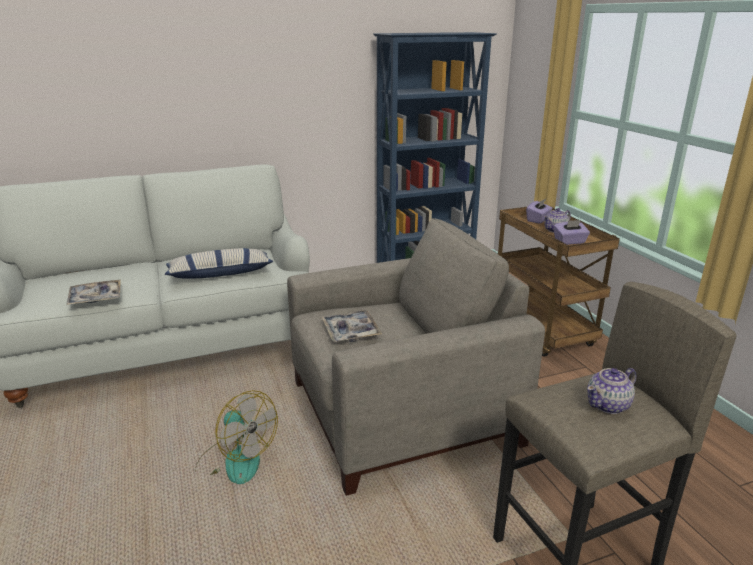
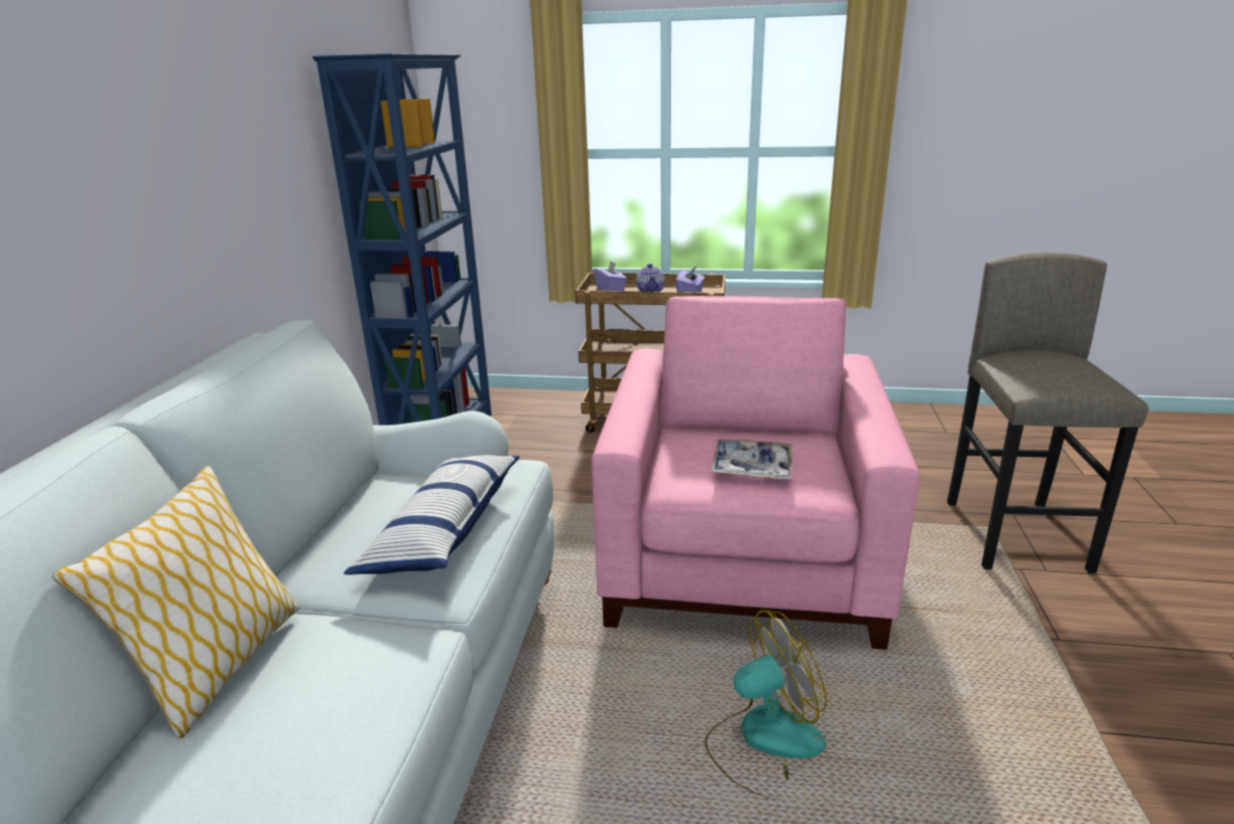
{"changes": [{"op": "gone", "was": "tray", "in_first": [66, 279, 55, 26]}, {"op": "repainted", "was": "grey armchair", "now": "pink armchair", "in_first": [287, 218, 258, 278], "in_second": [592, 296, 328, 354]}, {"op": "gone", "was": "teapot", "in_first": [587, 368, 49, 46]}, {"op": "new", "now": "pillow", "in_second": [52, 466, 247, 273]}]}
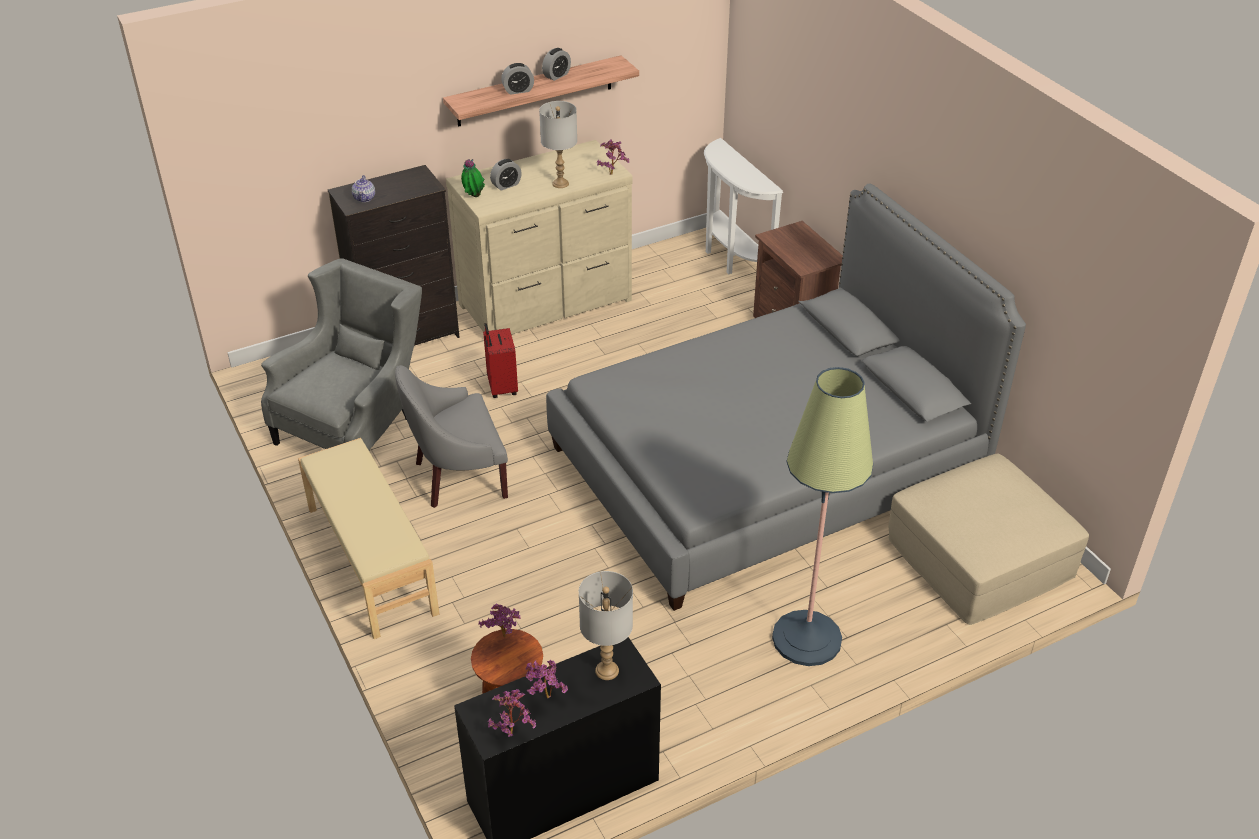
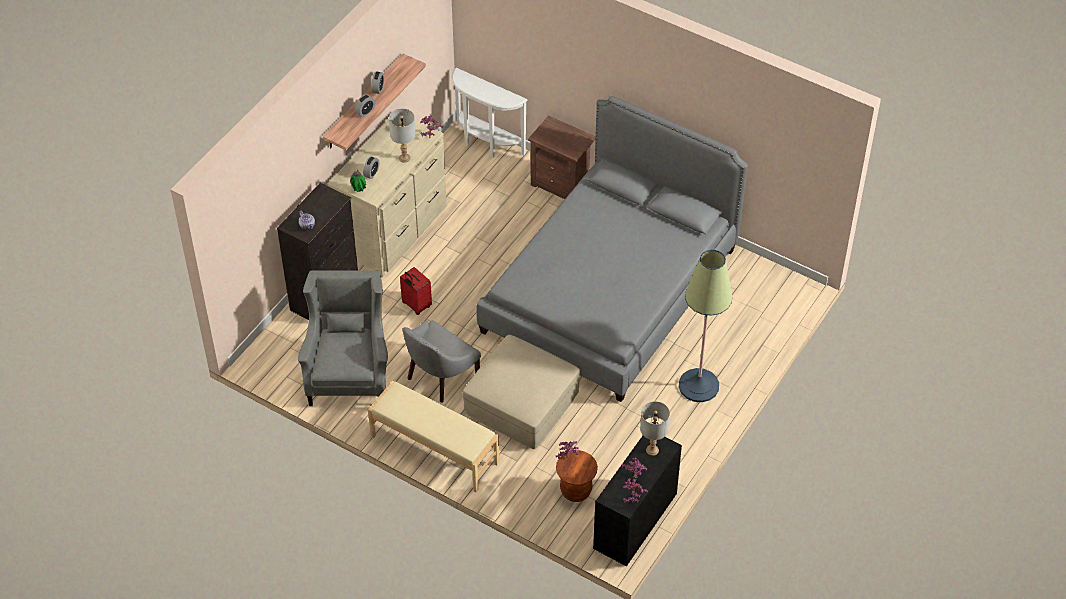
{"changes": [{"op": "shifted", "was": "beige ottoman", "in_first": [888, 454, 201, 171], "in_second": [463, 335, 117, 114]}]}
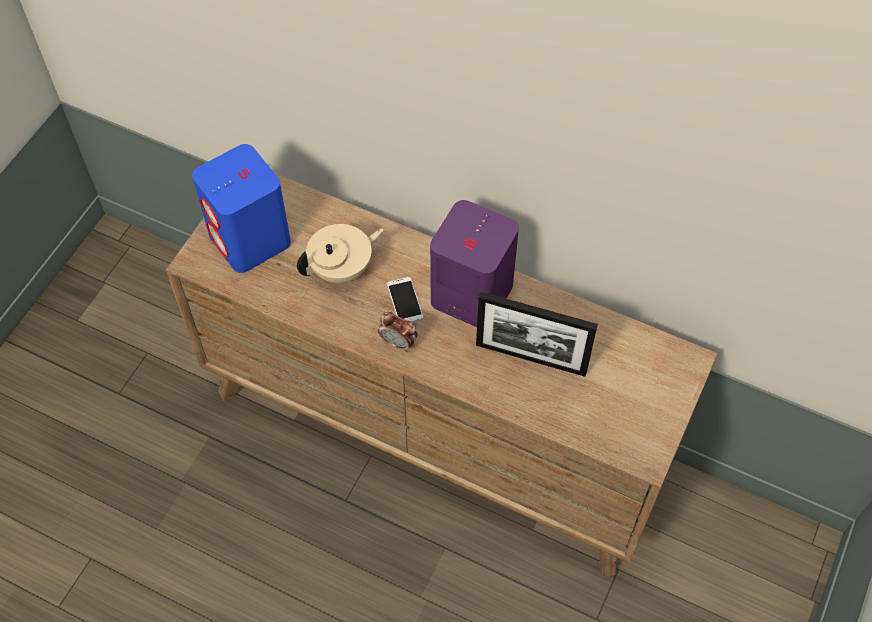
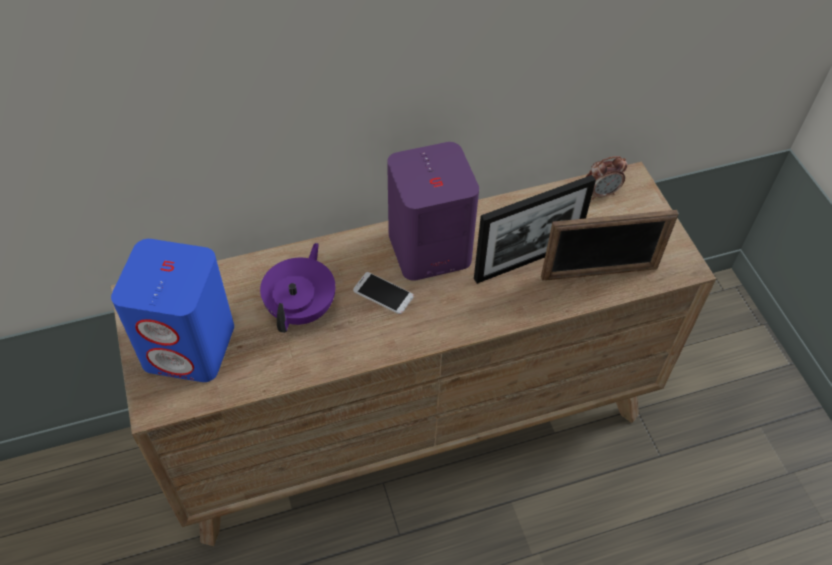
{"changes": [{"op": "repainted", "was": "beige teapot", "now": "purple teapot", "in_first": [297, 224, 87, 59], "in_second": [260, 243, 75, 90]}, {"op": "shifted", "was": "alarm clock", "in_first": [378, 312, 40, 40], "in_second": [586, 156, 41, 43]}, {"op": "new", "now": "picture frame", "in_second": [541, 210, 138, 71]}]}
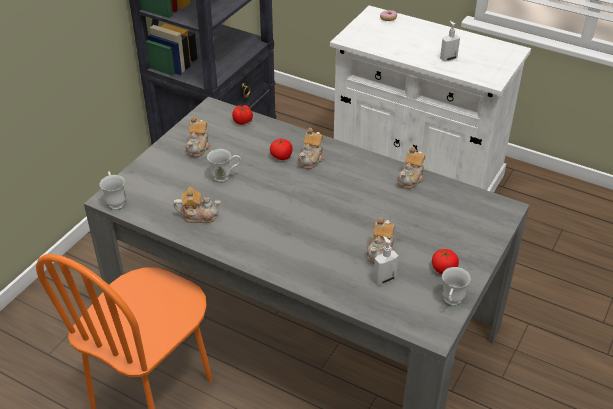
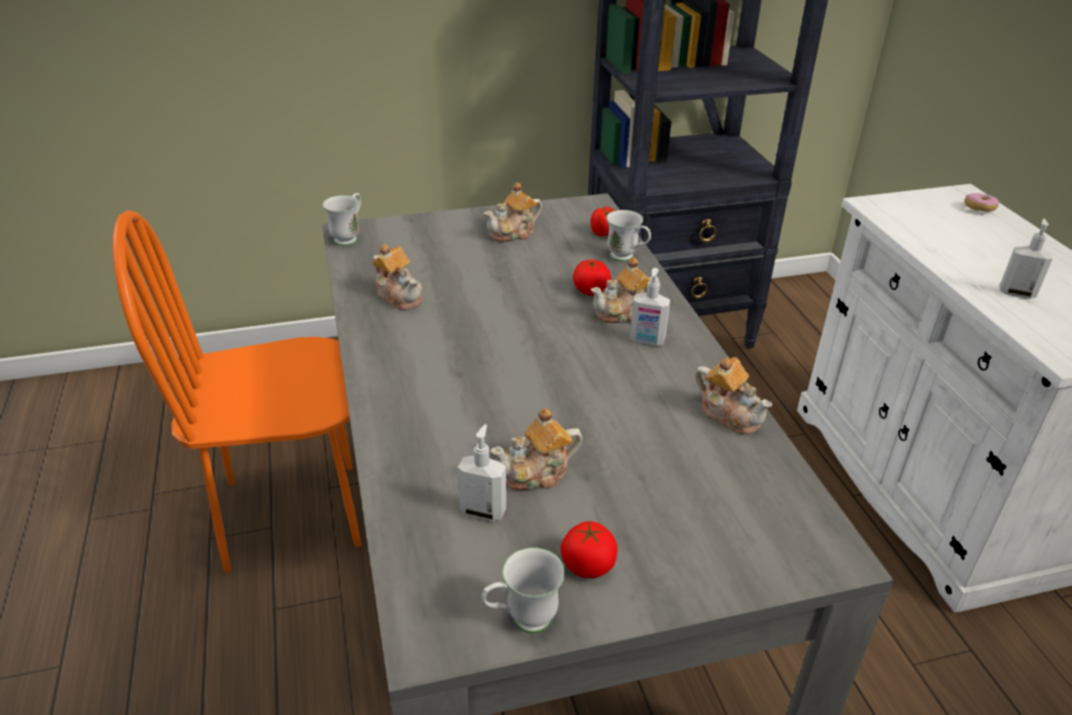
{"changes": [{"op": "shifted", "was": "white mug", "in_first": [207, 149, 34, 34], "in_second": [606, 210, 45, 51]}, {"op": "rotated", "was": "teapot", "in_first": [397, 147, 29, 42], "in_second": [695, 357, 77, 78], "clockwise": -120}, {"op": "new", "now": "soap dispenser", "in_second": [630, 268, 40, 78]}]}
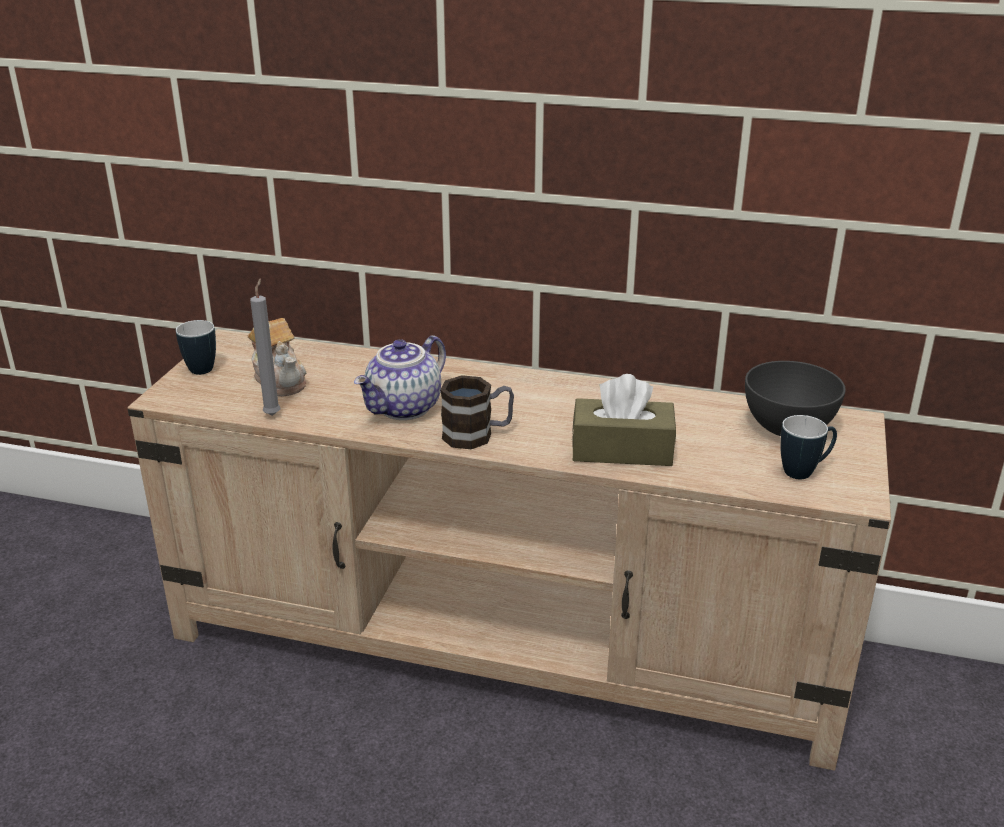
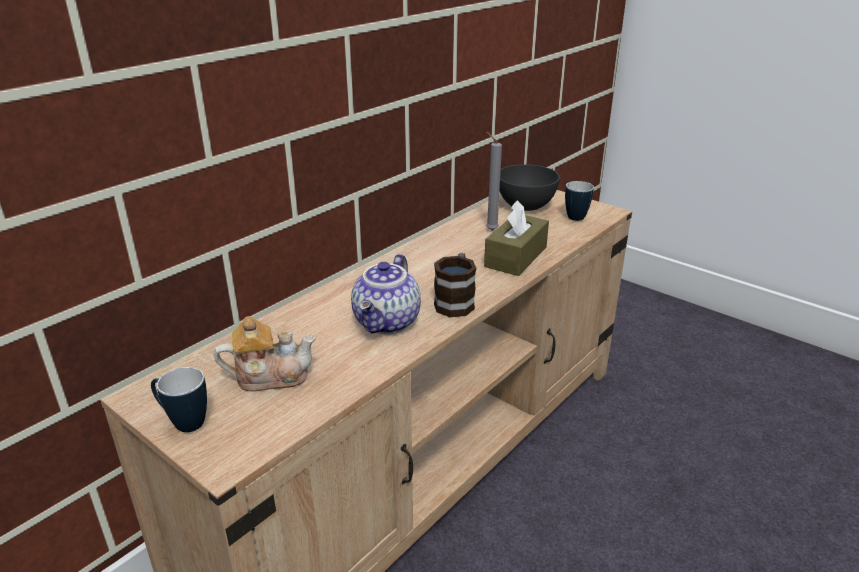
{"changes": [{"op": "shifted", "was": "grey candle", "in_first": [250, 278, 30, 138], "in_second": [486, 132, 16, 99]}, {"op": "rotated", "was": "teapot", "in_first": [354, 335, 92, 85], "in_second": [351, 254, 70, 80], "clockwise": 45}]}
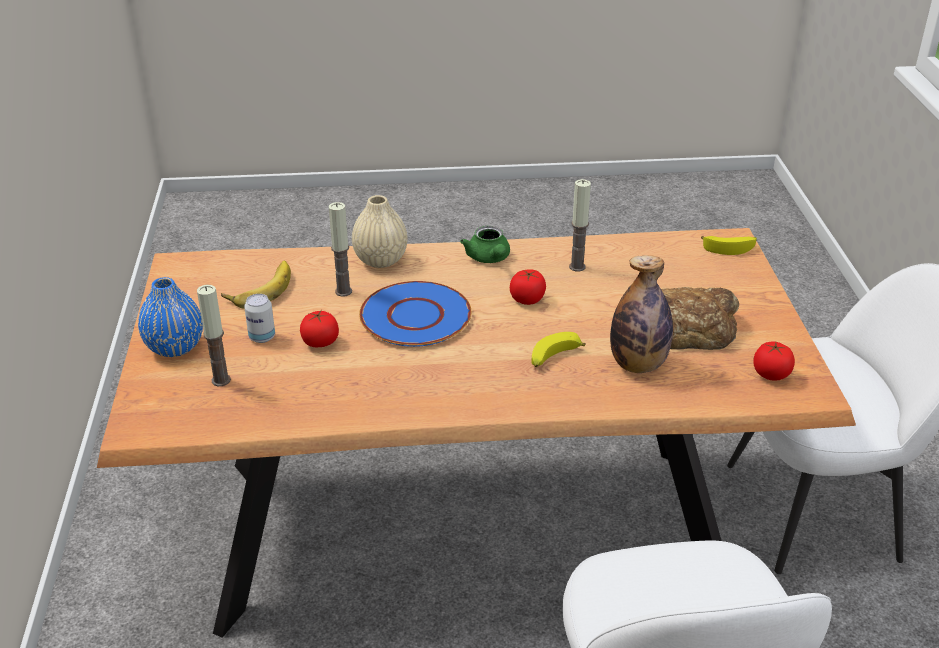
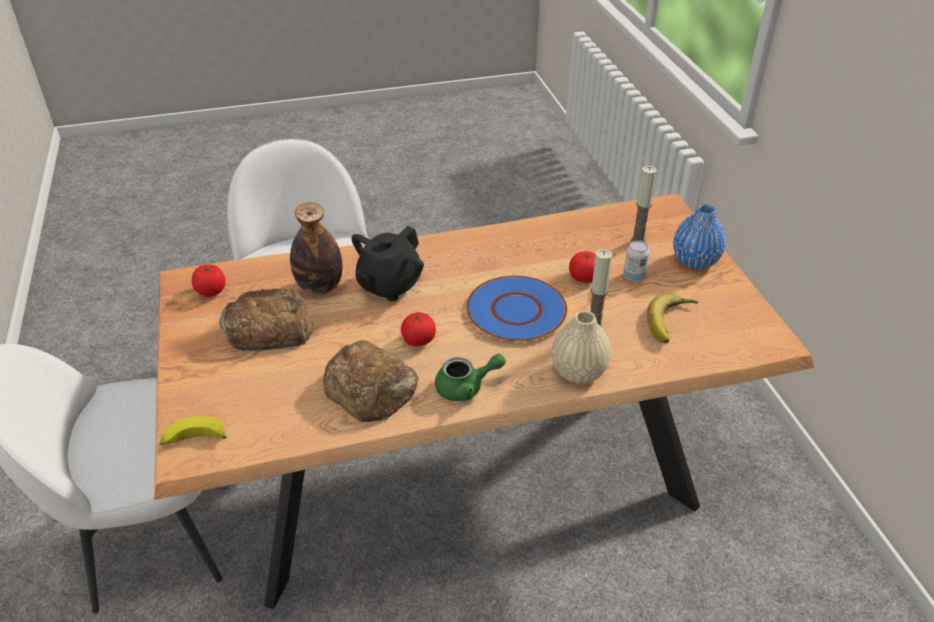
{"changes": [{"op": "rotated", "was": "green teapot", "in_first": [460, 226, 50, 37], "in_second": [435, 354, 71, 47], "clockwise": 105}, {"op": "swapped", "was": "banana", "now": "black teapot", "in_first": [532, 332, 54, 35], "in_second": [352, 226, 72, 75]}, {"op": "swapped", "was": "candle", "now": "bread", "in_first": [569, 179, 22, 92], "in_second": [323, 340, 95, 82]}]}
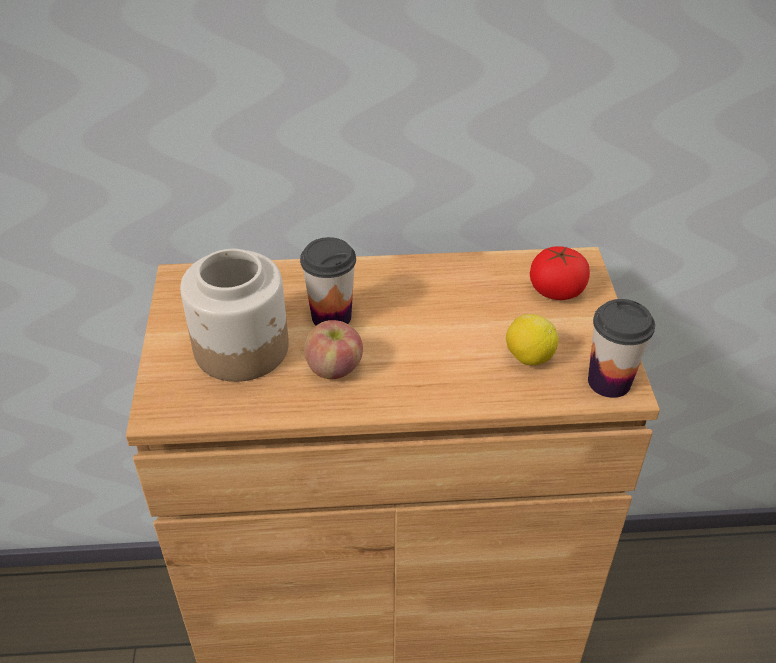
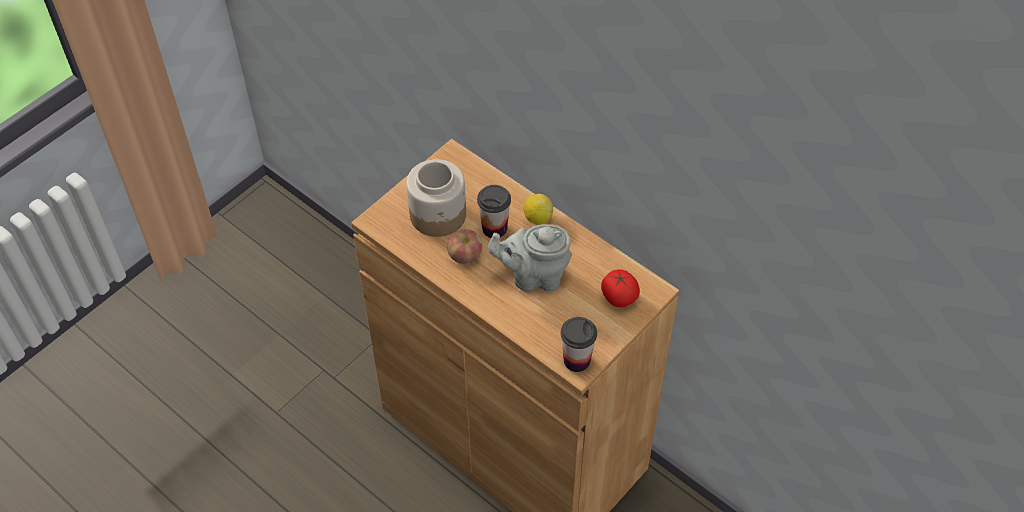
{"changes": [{"op": "shifted", "was": "lemon", "in_first": [506, 314, 53, 51], "in_second": [524, 194, 29, 31]}, {"op": "new", "now": "grey teapot", "in_second": [488, 224, 84, 67]}]}
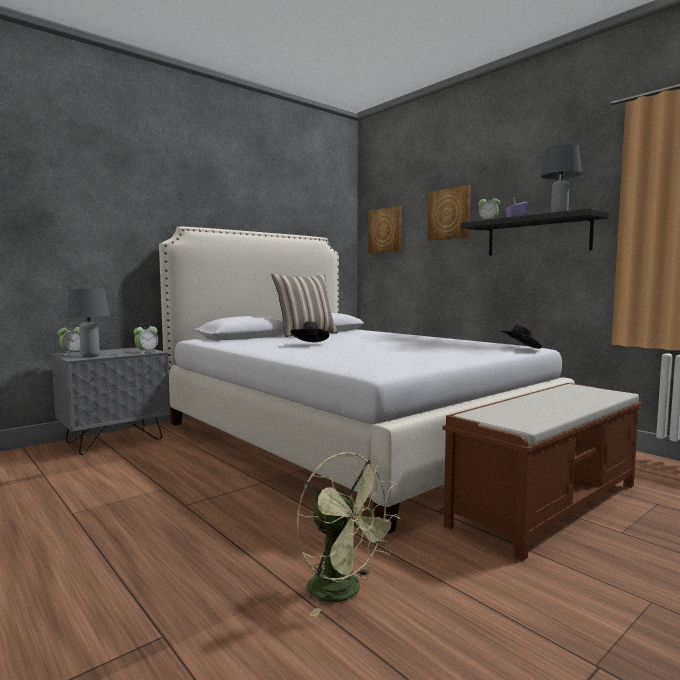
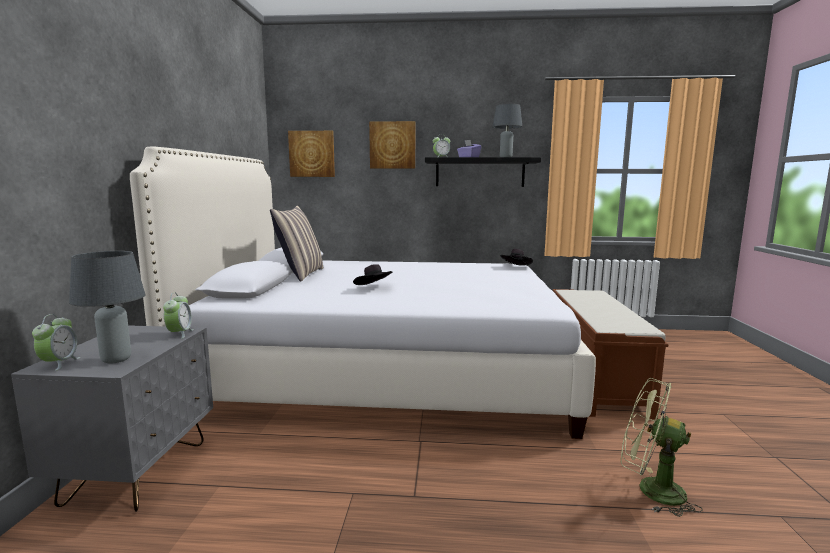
{"changes": [{"op": "rotated", "was": "green fan", "in_first": [296, 452, 104, 165], "in_second": [621, 378, 82, 139], "clockwise": -150}]}
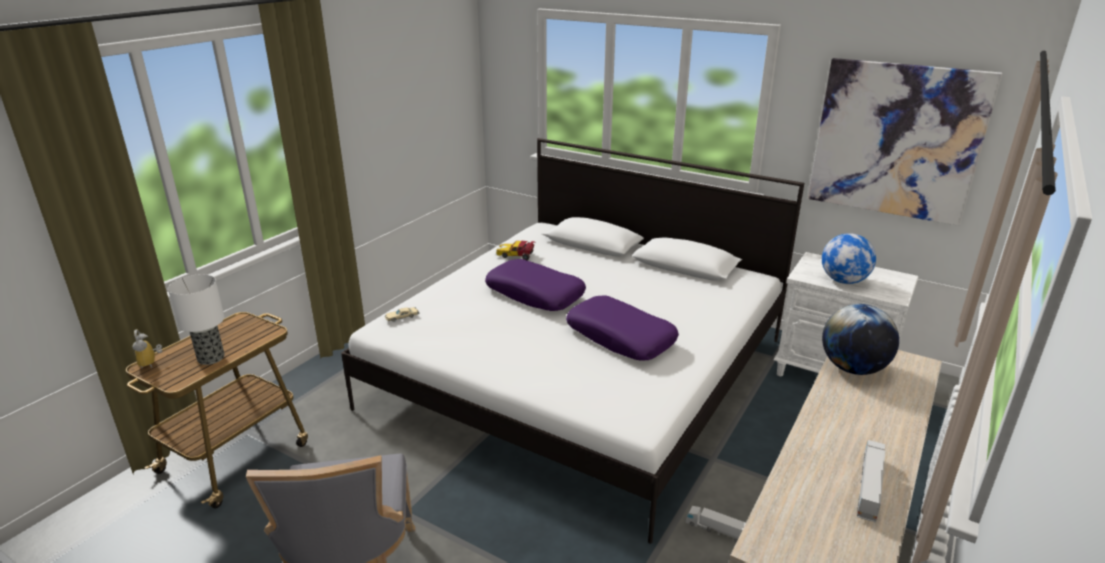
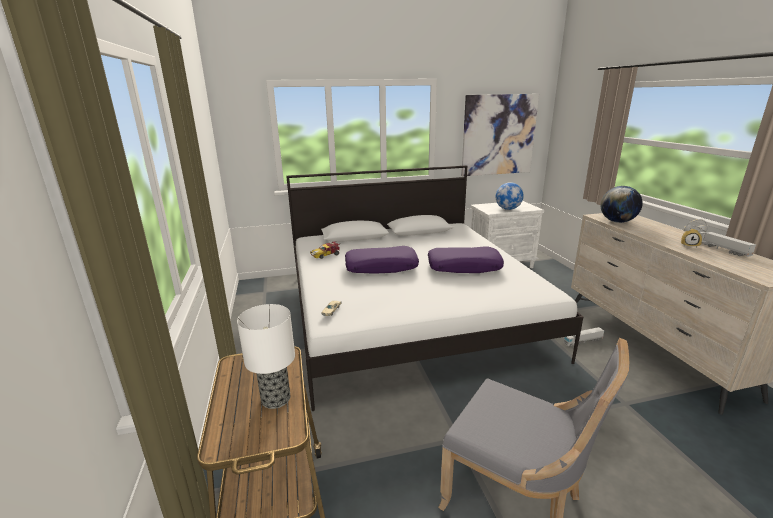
{"changes": [{"op": "shifted", "was": "alarm clock", "in_first": [132, 329, 30, 39], "in_second": [681, 219, 26, 29]}]}
